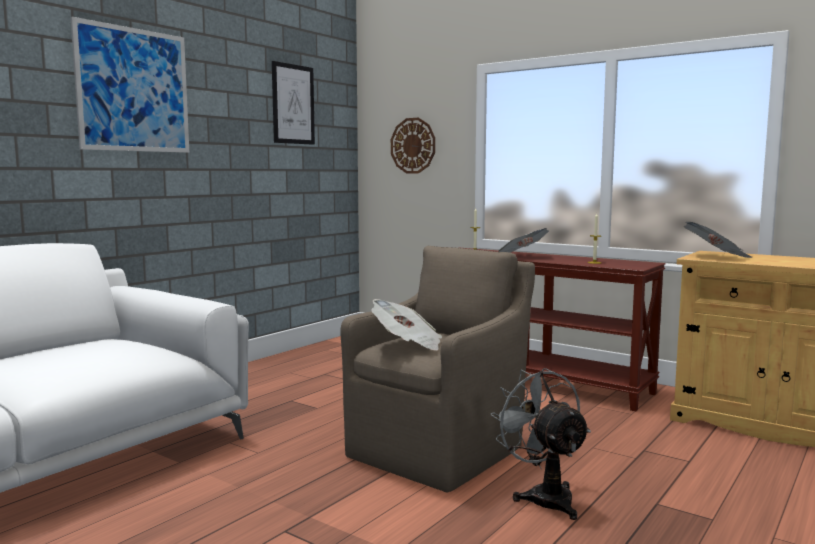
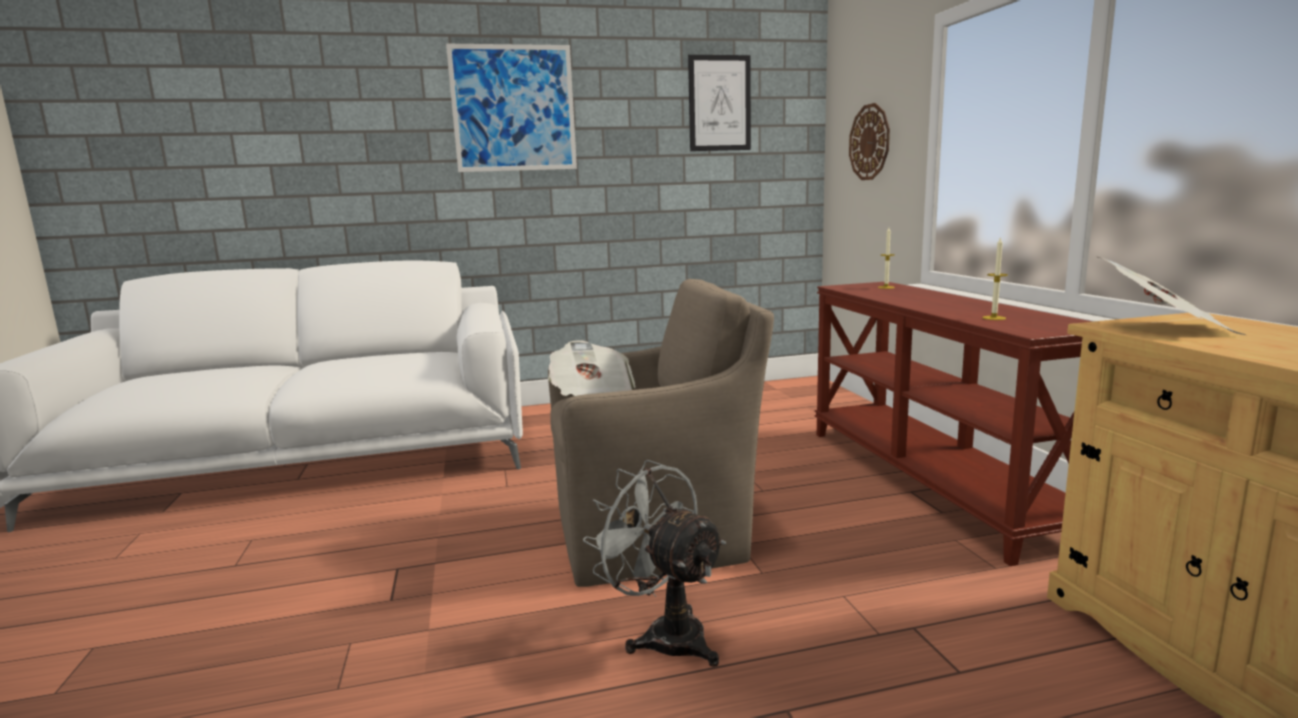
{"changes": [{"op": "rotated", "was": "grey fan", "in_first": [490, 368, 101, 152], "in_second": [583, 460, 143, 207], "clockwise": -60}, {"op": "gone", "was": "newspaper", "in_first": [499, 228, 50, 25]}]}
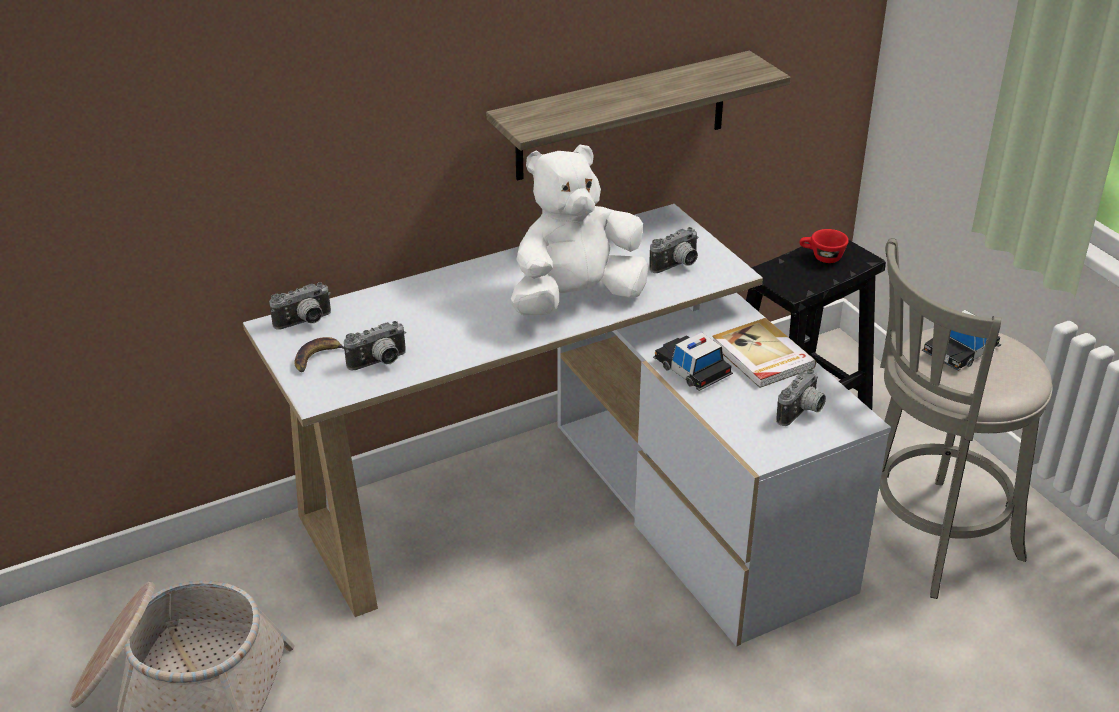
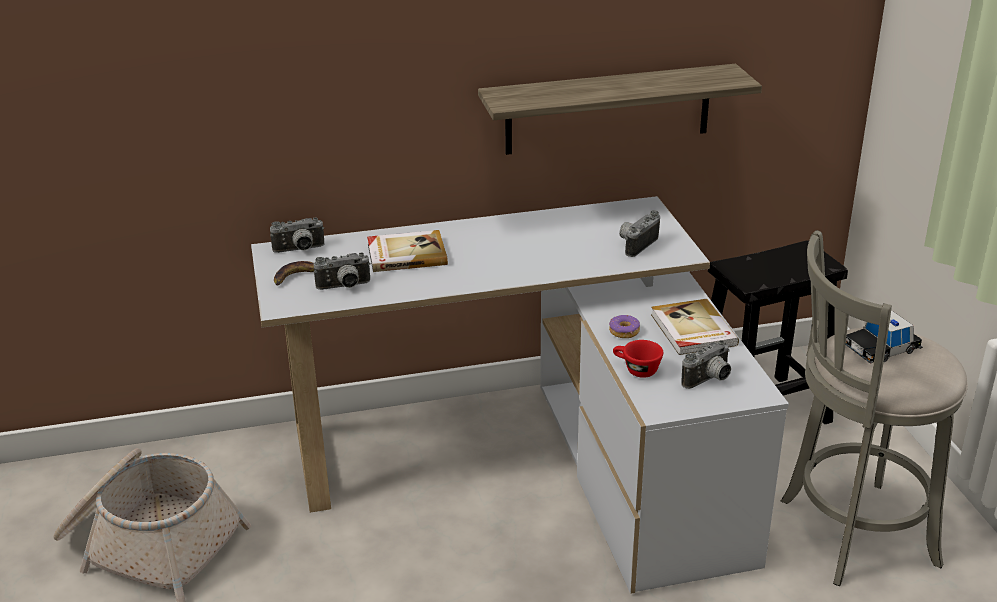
{"changes": [{"op": "gone", "was": "white plush toy", "in_first": [511, 144, 137, 171]}, {"op": "rotated", "was": "photo camera", "in_first": [649, 227, 50, 46], "in_second": [619, 210, 41, 47], "clockwise": 150}, {"op": "swapped", "was": "toy car", "now": "donut", "in_first": [653, 332, 80, 59], "in_second": [609, 315, 31, 23]}, {"op": "shifted", "was": "red cup", "in_first": [799, 229, 50, 34], "in_second": [613, 340, 50, 38]}, {"op": "new", "now": "book", "in_second": [367, 230, 81, 42]}]}
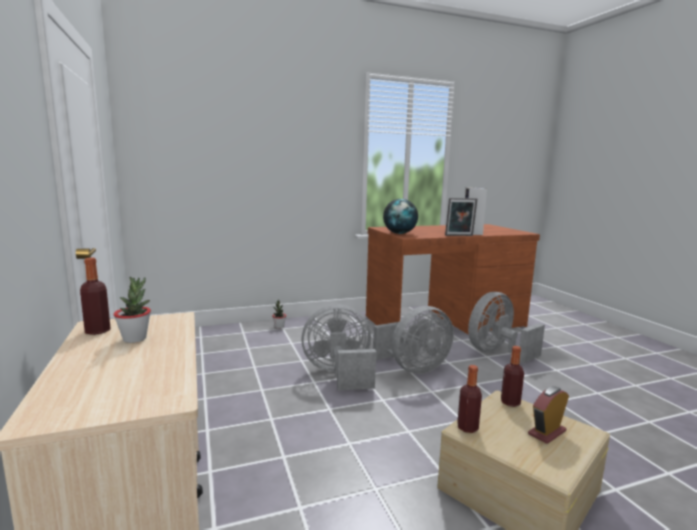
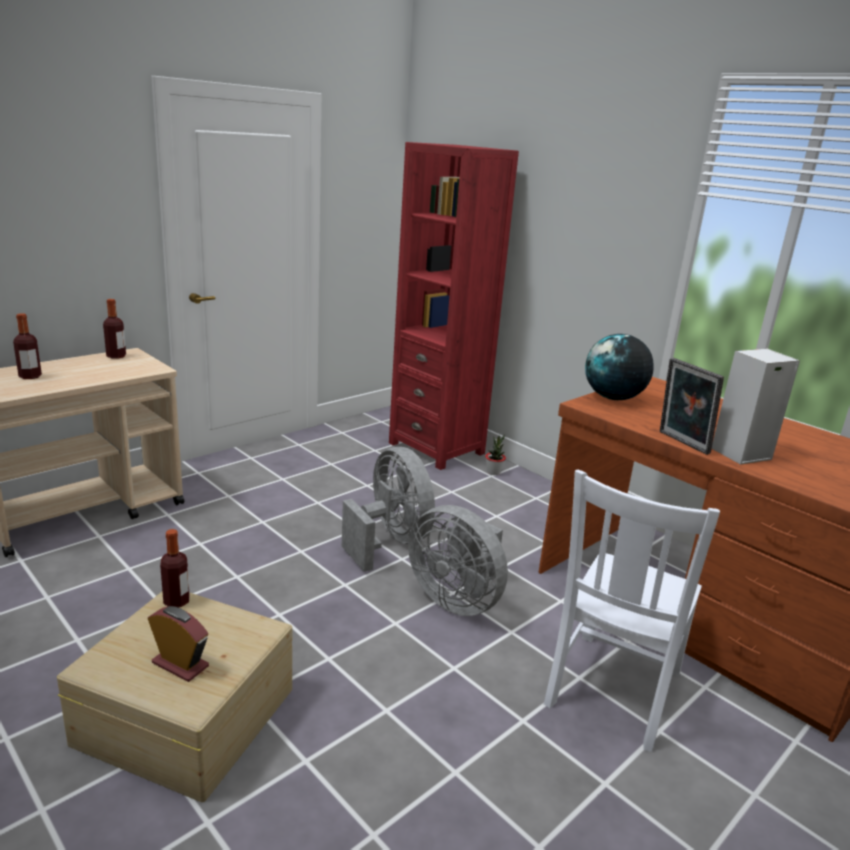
{"changes": [{"op": "gone", "was": "potted plant", "in_first": [113, 277, 38, 66]}, {"op": "swapped", "was": "grey fan", "now": "white chair", "in_first": [468, 292, 77, 71], "in_second": [544, 470, 176, 282]}, {"op": "shifted", "was": "bottle", "in_first": [501, 346, 23, 61], "in_second": [13, 313, 29, 66]}, {"op": "new", "now": "red bookcase", "in_second": [389, 142, 130, 328]}]}
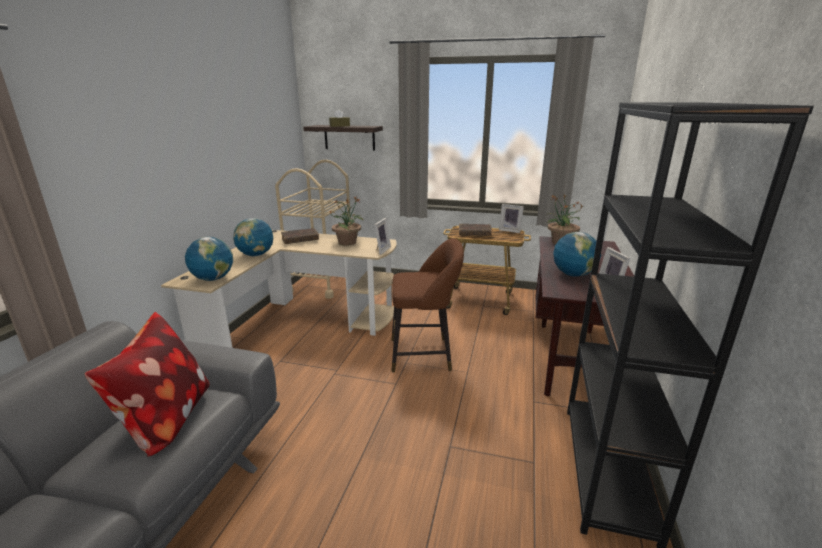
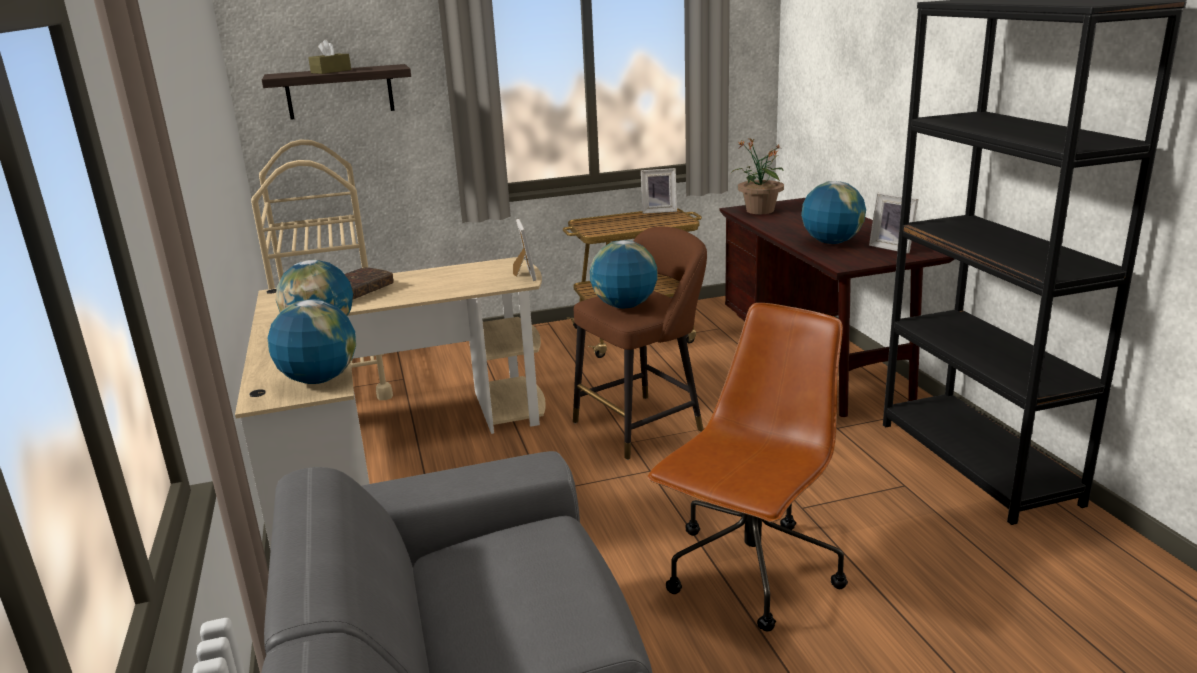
{"changes": [{"op": "gone", "was": "pillow", "in_first": [85, 312, 125, 145]}, {"op": "gone", "was": "potted plant", "in_first": [329, 197, 34, 49]}, {"op": "gone", "was": "brown book", "in_first": [459, 224, 33, 12]}, {"op": "new", "now": "globe", "in_second": [590, 240, 68, 68]}, {"op": "new", "now": "brown office chair", "in_second": [648, 303, 200, 329]}]}
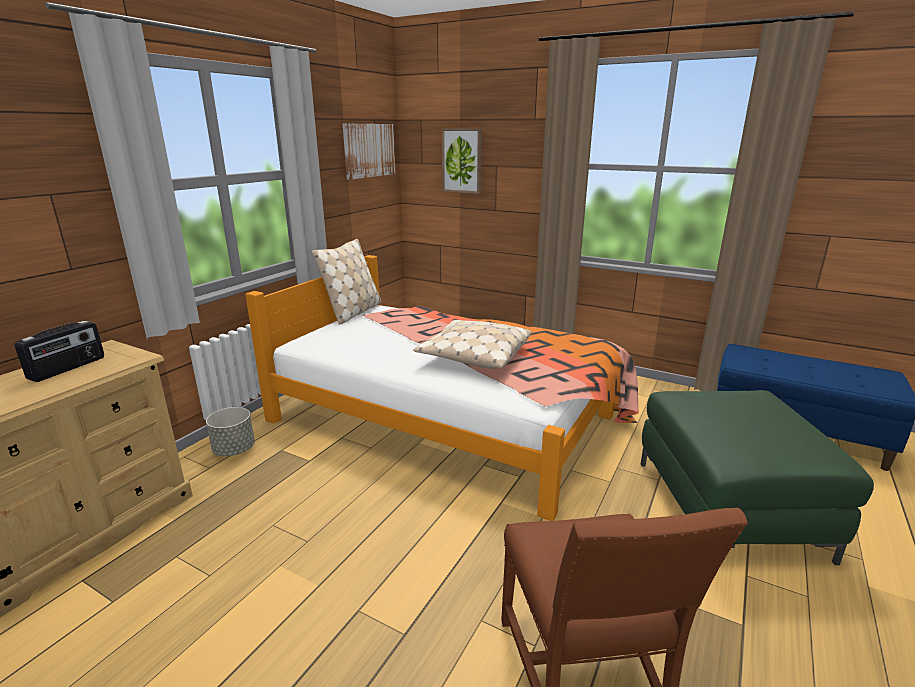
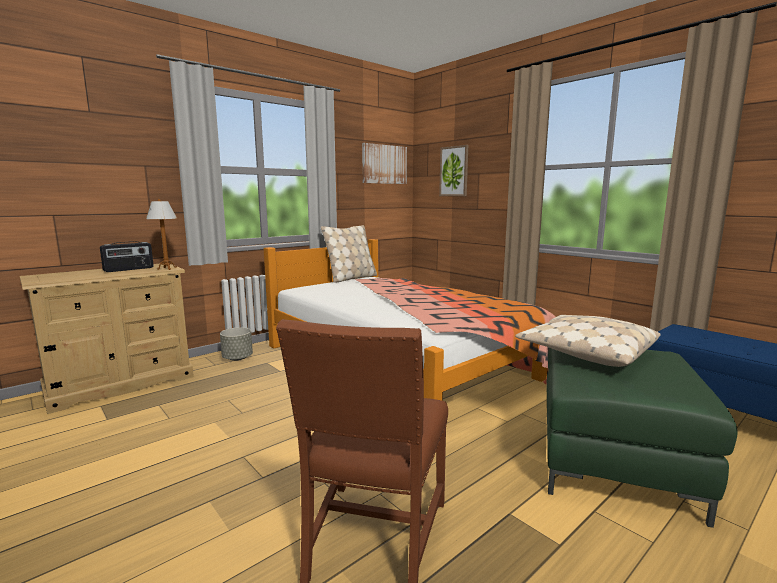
{"changes": [{"op": "shifted", "was": "beige pillow", "in_first": [413, 320, 119, 49], "in_second": [515, 315, 146, 52]}, {"op": "new", "now": "table lamp", "in_second": [146, 199, 31, 71]}]}
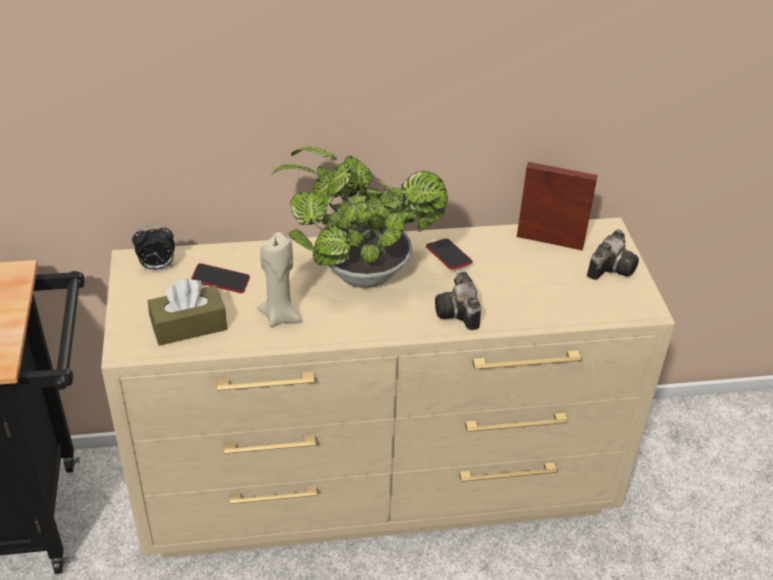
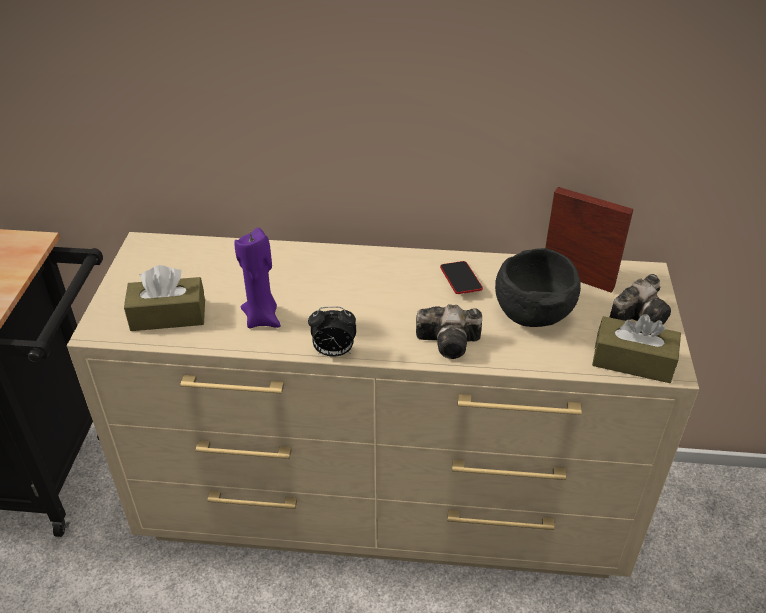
{"changes": [{"op": "shifted", "was": "alarm clock", "in_first": [132, 225, 43, 45], "in_second": [308, 306, 48, 51]}, {"op": "gone", "was": "phone", "in_first": [191, 263, 59, 30]}, {"op": "repainted", "was": "beige candle", "now": "purple candle", "in_first": [257, 232, 45, 95], "in_second": [234, 228, 47, 101]}, {"op": "gone", "was": "potted plant", "in_first": [271, 146, 177, 142]}, {"op": "rotated", "was": "photo camera", "in_first": [435, 272, 46, 58], "in_second": [416, 304, 66, 55], "clockwise": -90}, {"op": "new", "now": "black bowl", "in_second": [495, 248, 86, 79]}, {"op": "new", "now": "brown tissue box", "in_second": [592, 314, 89, 69]}]}
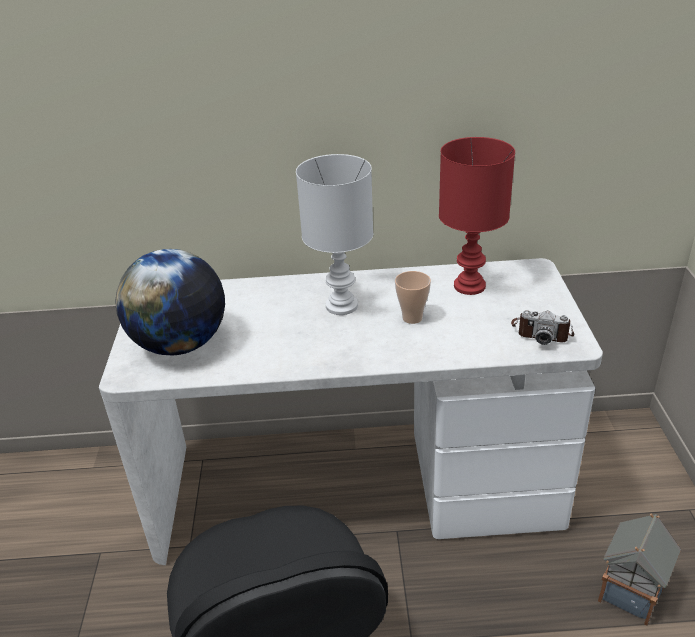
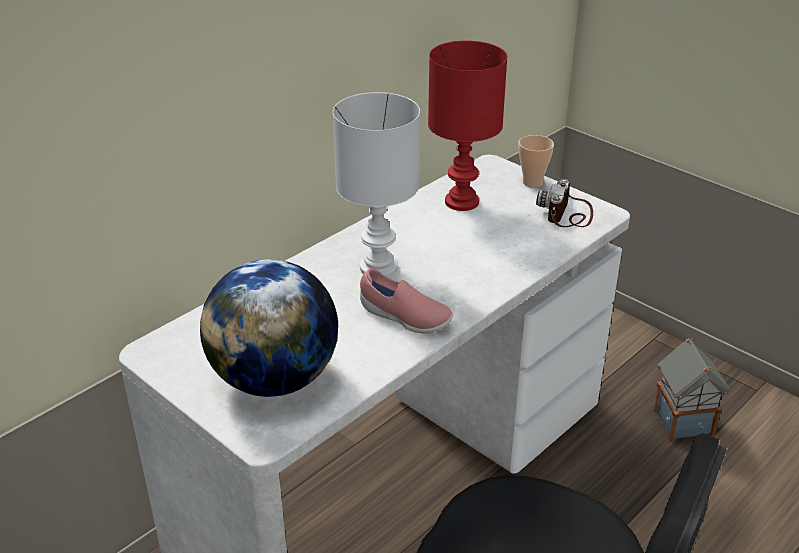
{"changes": [{"op": "shifted", "was": "cup", "in_first": [395, 271, 36, 53], "in_second": [519, 135, 35, 53]}, {"op": "rotated", "was": "photo camera", "in_first": [511, 310, 63, 35], "in_second": [536, 179, 57, 48], "clockwise": 135}, {"op": "new", "now": "pink shoe", "in_second": [360, 268, 93, 65]}]}
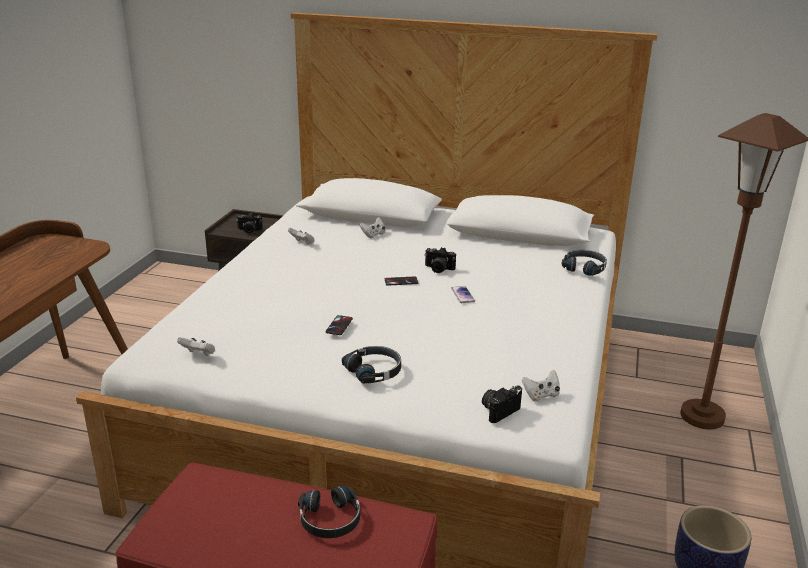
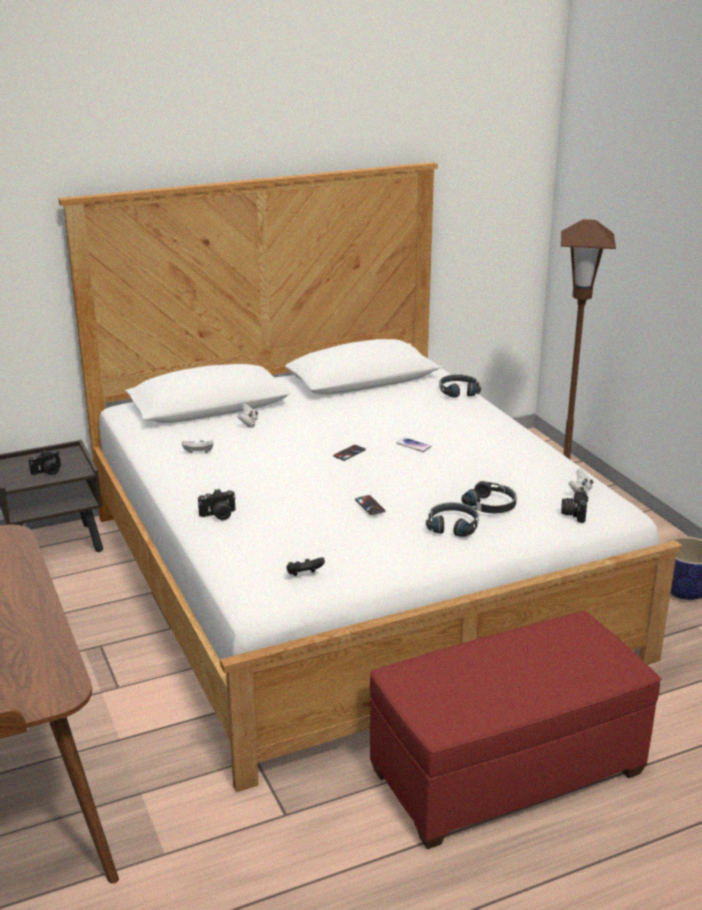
{"changes": [{"op": "repainted", "was": "white game controller", "now": "black game controller", "in_first": [177, 337, 38, 19], "in_second": [287, 557, 38, 19]}, {"op": "shifted", "was": "black headphones", "in_first": [298, 486, 62, 52], "in_second": [462, 481, 55, 32]}, {"op": "shifted", "was": "photo camera", "in_first": [425, 247, 31, 26], "in_second": [198, 489, 38, 31]}]}
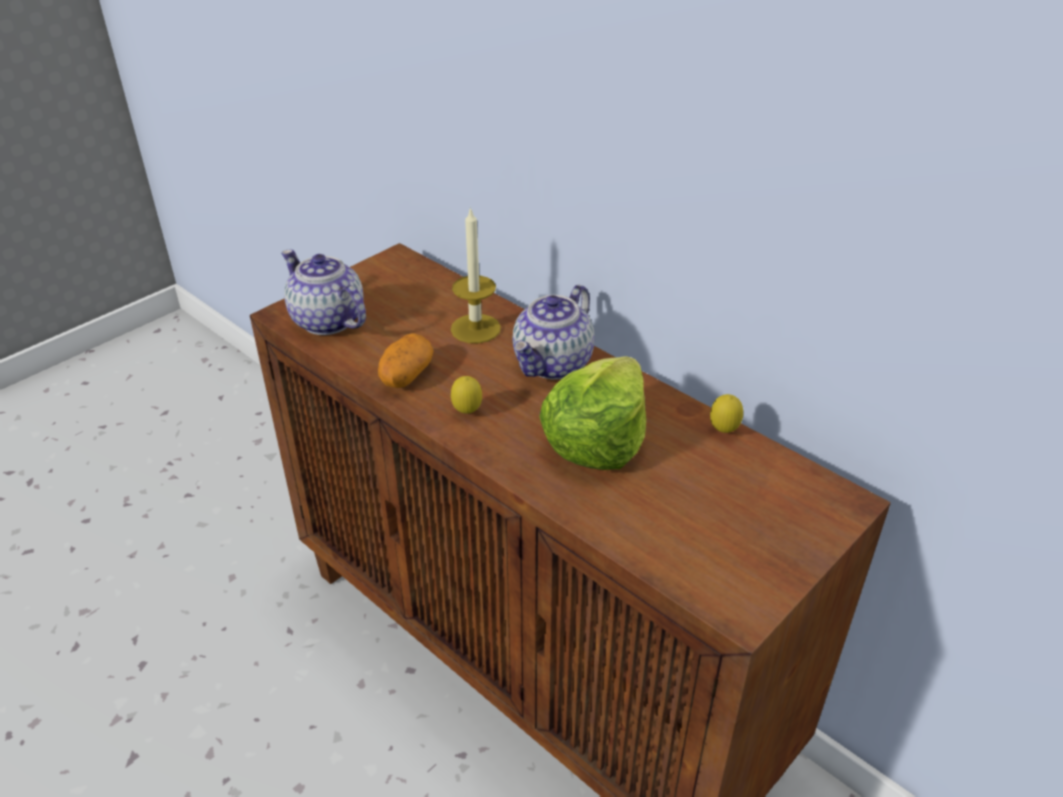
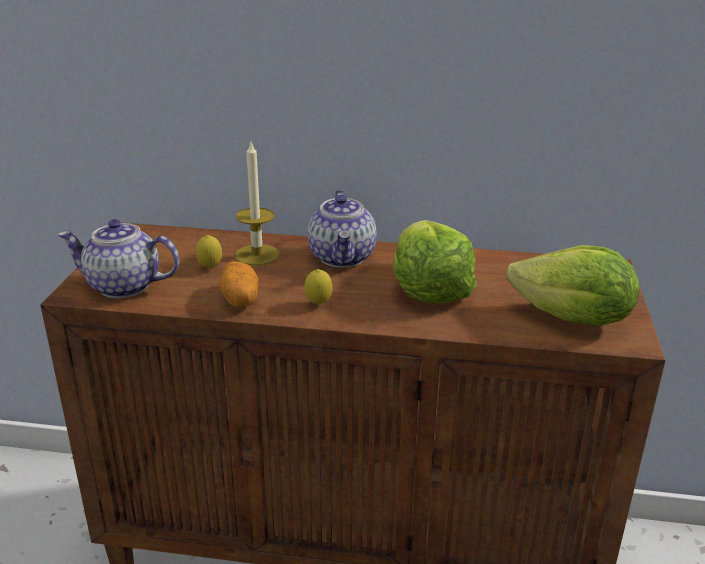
{"changes": [{"op": "shifted", "was": "lemon", "in_first": [710, 394, 33, 39], "in_second": [196, 235, 26, 34]}, {"op": "new", "now": "lettuce", "in_second": [506, 245, 133, 81]}]}
